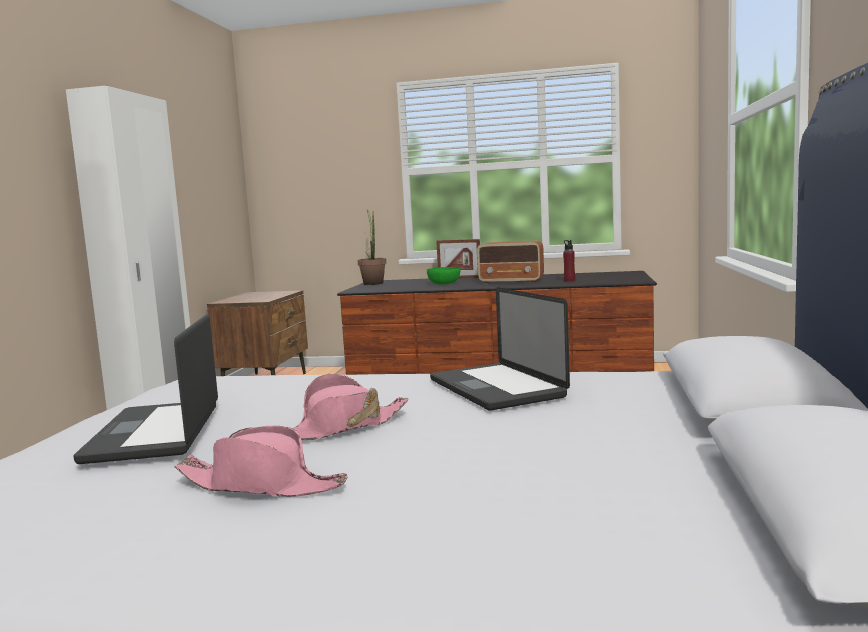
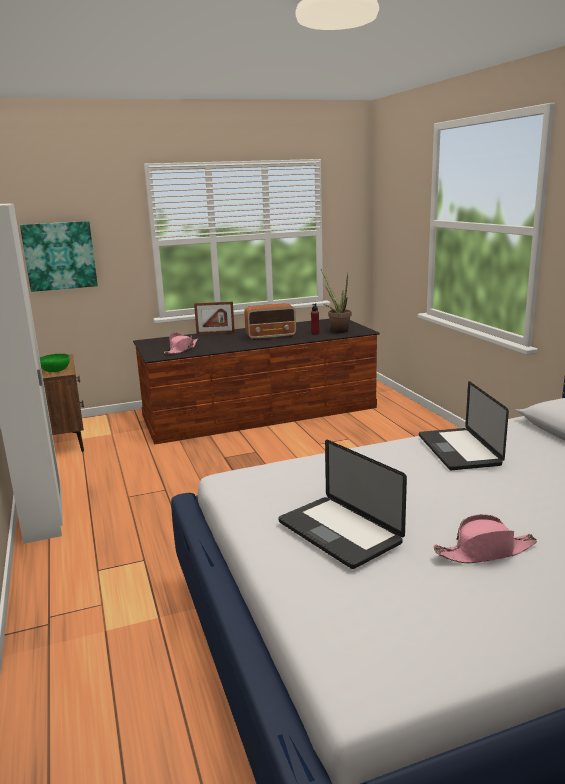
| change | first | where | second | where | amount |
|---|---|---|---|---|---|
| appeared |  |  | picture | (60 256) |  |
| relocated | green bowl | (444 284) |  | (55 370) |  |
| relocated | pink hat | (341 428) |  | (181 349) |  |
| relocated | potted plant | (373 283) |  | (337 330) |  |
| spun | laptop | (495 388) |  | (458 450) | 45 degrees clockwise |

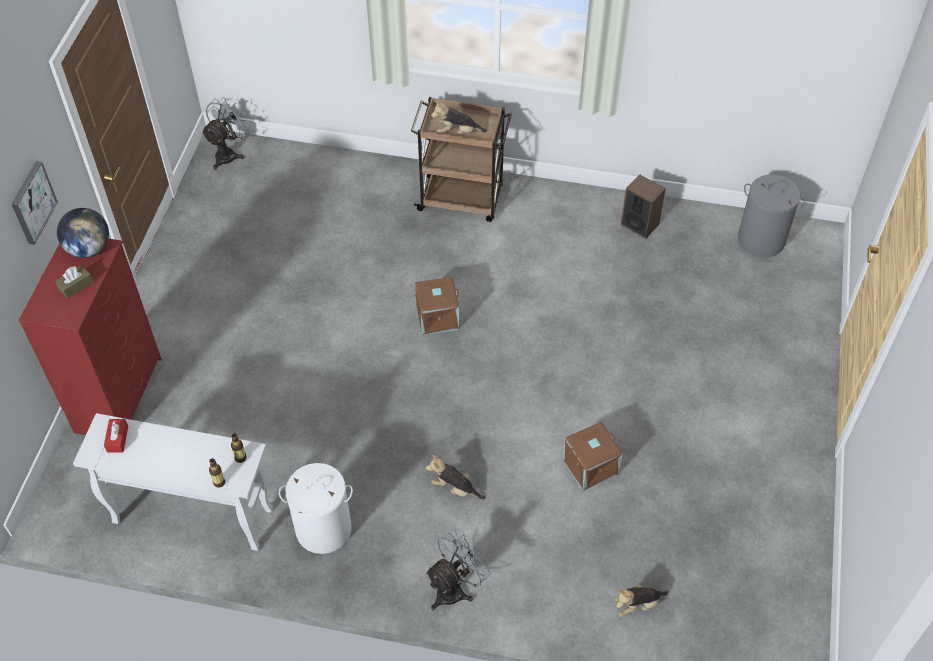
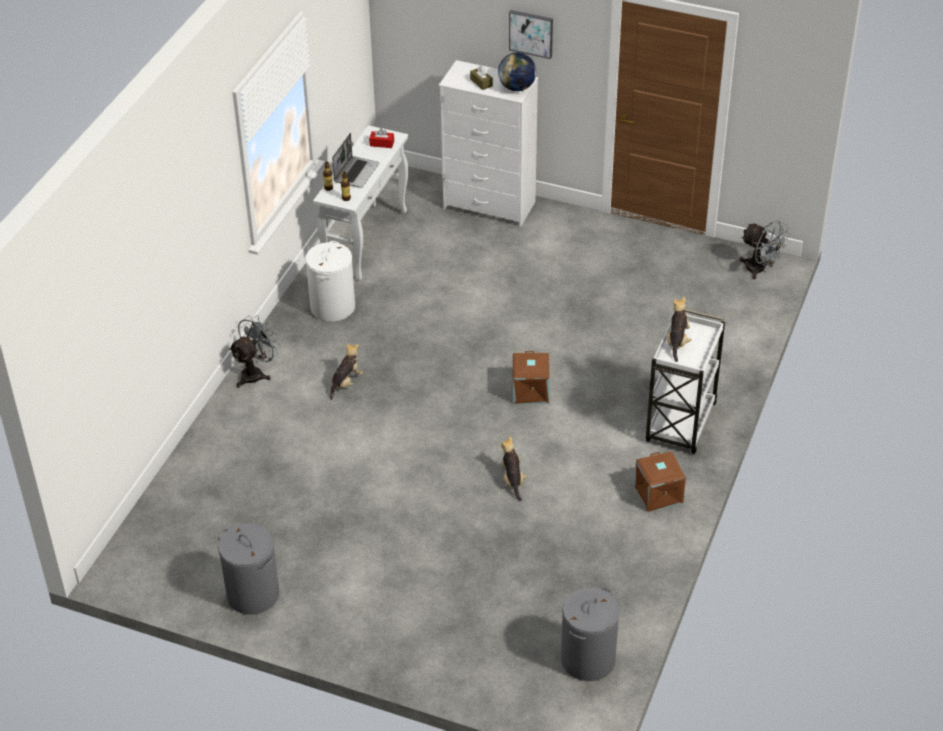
| change | first | where | second | where | amount |
|---|---|---|---|---|---|
| appeared |  |  | grey laundry basket | (252 594) |  |
| spun | grey fan | (455 588) |  | (256 373) | 105 degrees counterclockwise |
| appeared |  |  | laptop | (356 172) |  |
| colour | red dresser | (120 394) | white dresser | (489 206) |  |
| relocated | plush toy | (637 605) |  | (512 480) |  |
| relocated | brown storage box | (590 467) |  | (657 494) |  |
| colour | brown cart | (462 199) | white cart | (680 424) |  |
| missing | speaker | (639 224) |  |  |  |

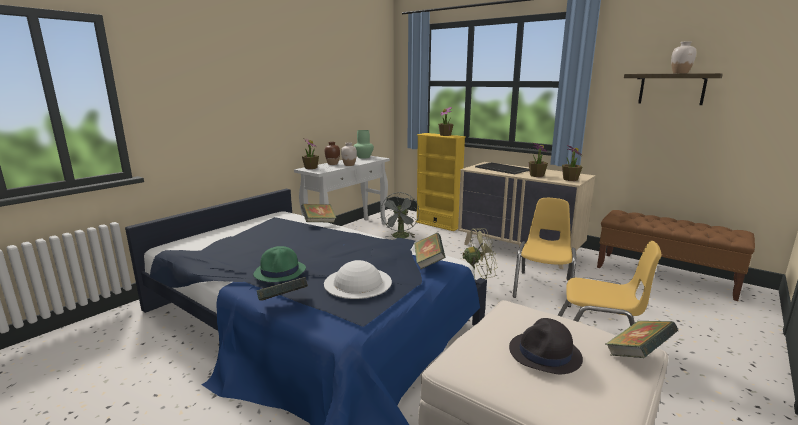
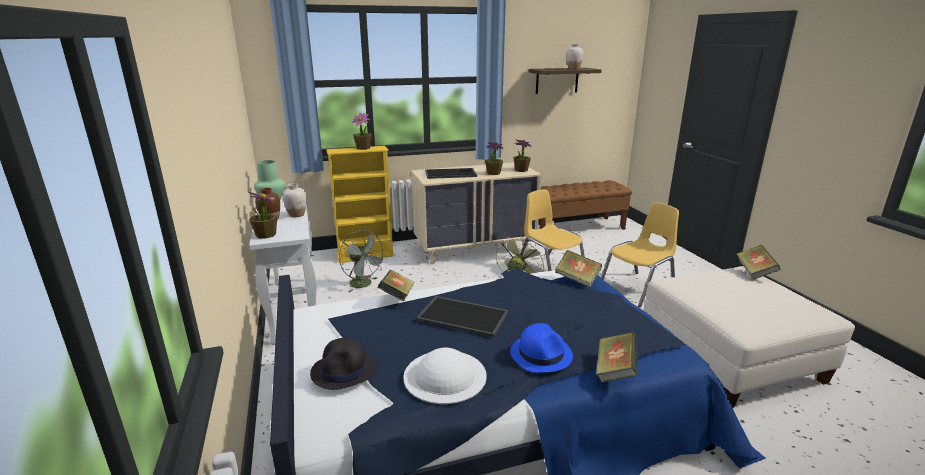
| change | first | where | second | where | amount |
|---|---|---|---|---|---|
| relocated | black hat | (545 354) |  | (344 370) |  |
| relocated | white hat | (358 282) |  | (445 375) |  |
| appeared |  |  | tray | (464 316) |  |
| colour | green hat | (280 272) | blue hat | (541 354) |  |

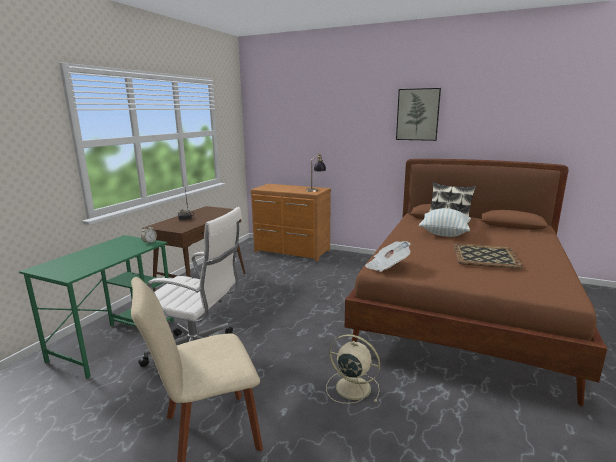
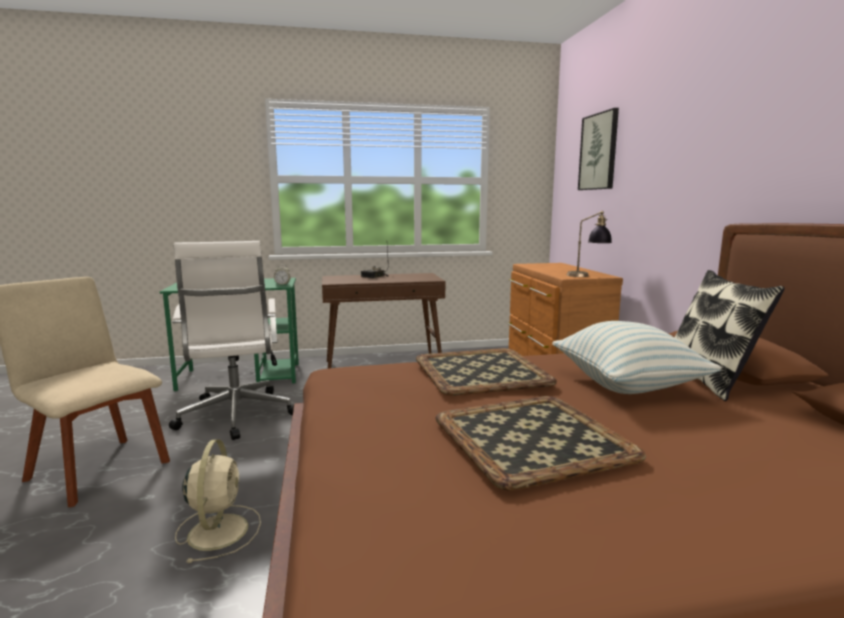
| change | first | where | second | where | amount |
|---|---|---|---|---|---|
| appeared |  |  | tray | (480 372) |  |
| relocated | picture | (417 114) |  | (599 151) |  |
| missing | newspaper | (387 267) |  |  |  |

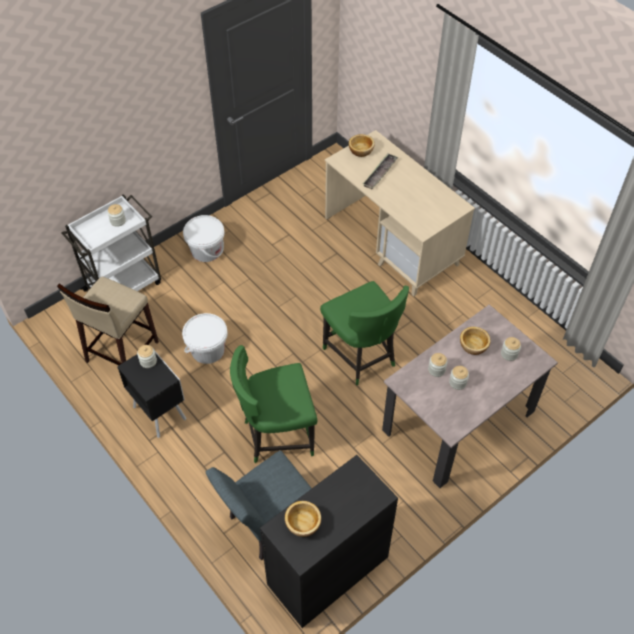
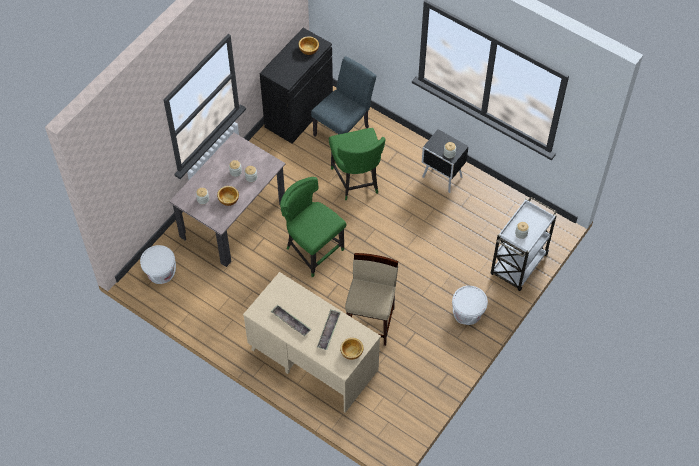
| change | first | where | second | where | amount |
|---|---|---|---|---|---|
| relocated | white bucket | (207 350) |  | (160 272) |  |
| appeared |  |  | tray | (291 322) |  |
| spun | green chair | (276 435) |  | (356 181) | 105 degrees clockwise |
| relocated | beige stool | (121 352) |  | (371 322) |  |

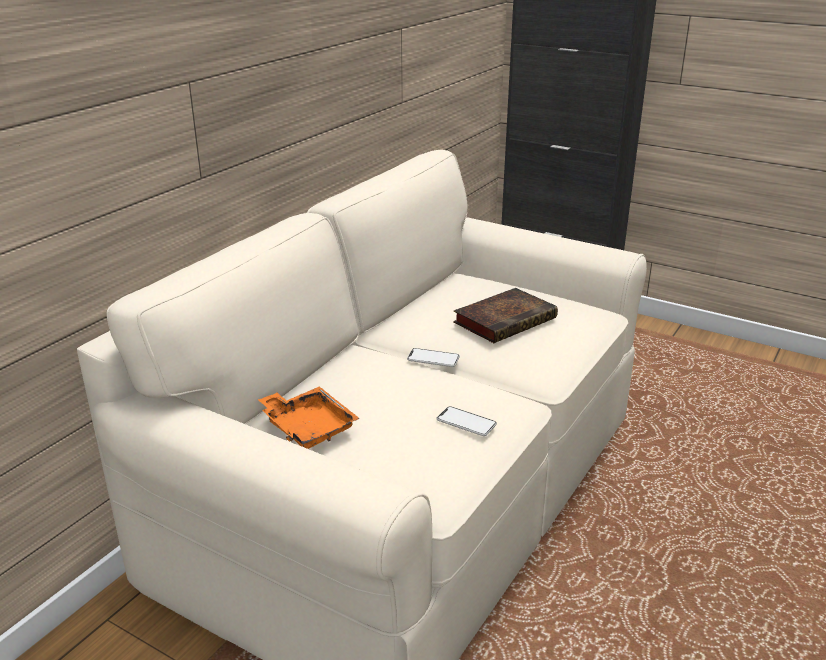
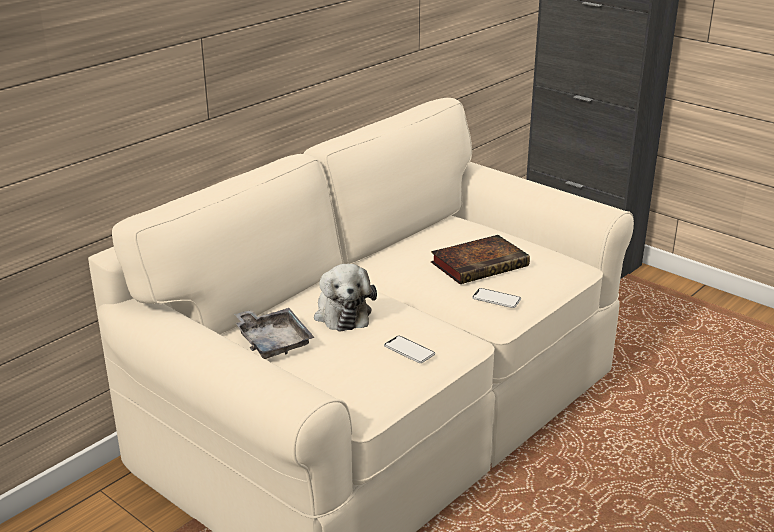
| change | first | where | second | where | amount |
|---|---|---|---|---|---|
| colour | orange tray | (308 427) | grey tray | (273 341) |  |
| appeared |  |  | plush toy | (342 313) |  |
| relocated | phone | (433 359) |  | (496 299) |  |

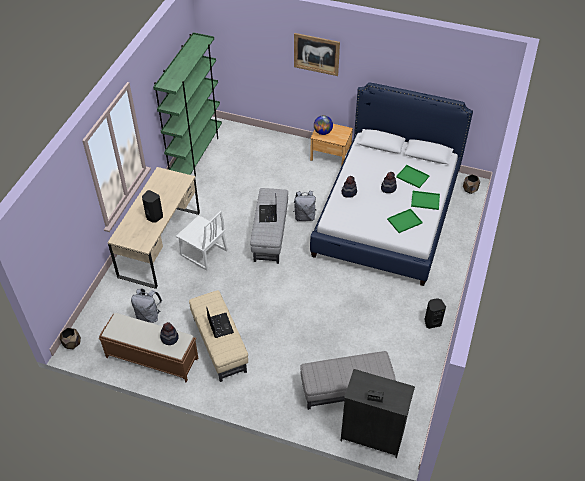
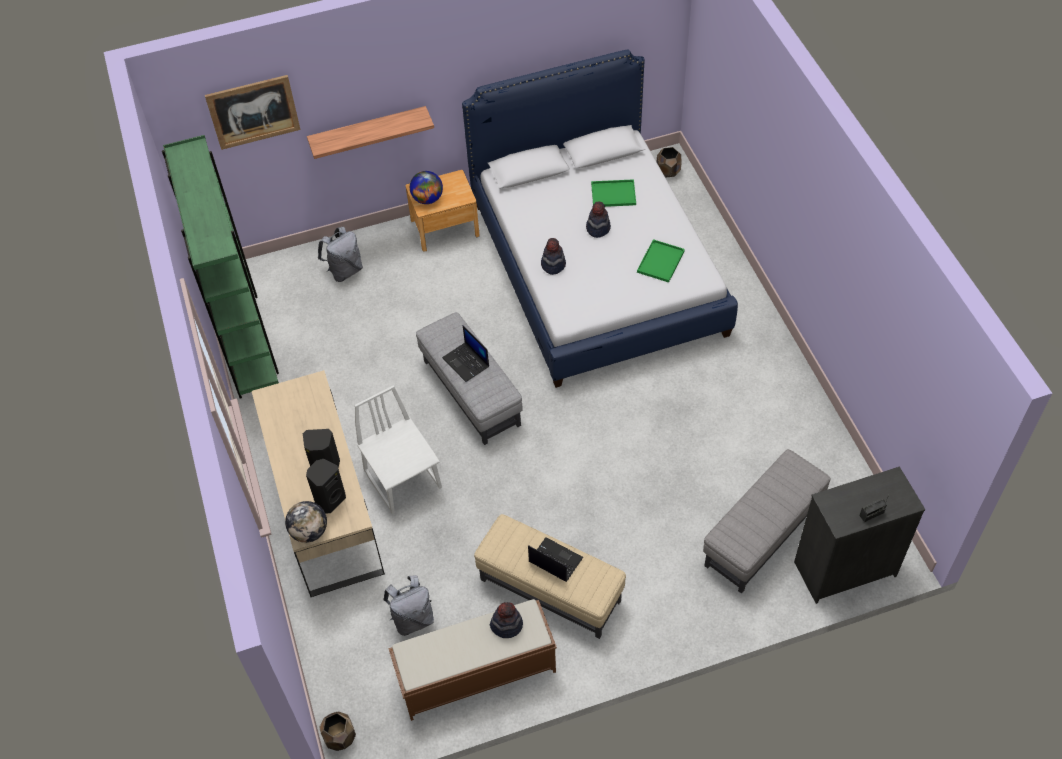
| change | first | where | second | where | amount |
|---|---|---|---|---|---|
| relocated | picture | (316 54) |  | (253 111) |  |
| appeared |  |  | globe | (309 532) |  |
| relocated | black speaker | (432 322) |  | (329 499) |  |
| appeared |  |  | shelf | (368 130) |  |
| relocated | grey backpack | (304 216) |  | (344 271) |  |
| spun | white chair | (203 253) |  | (403 479) | 120 degrees counterclockwise |
| missing | green tray | (424 201) |  |  |  |

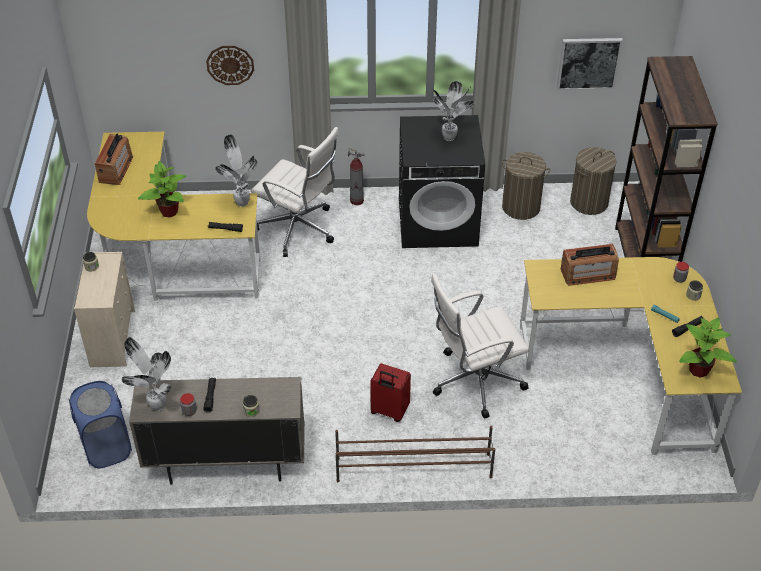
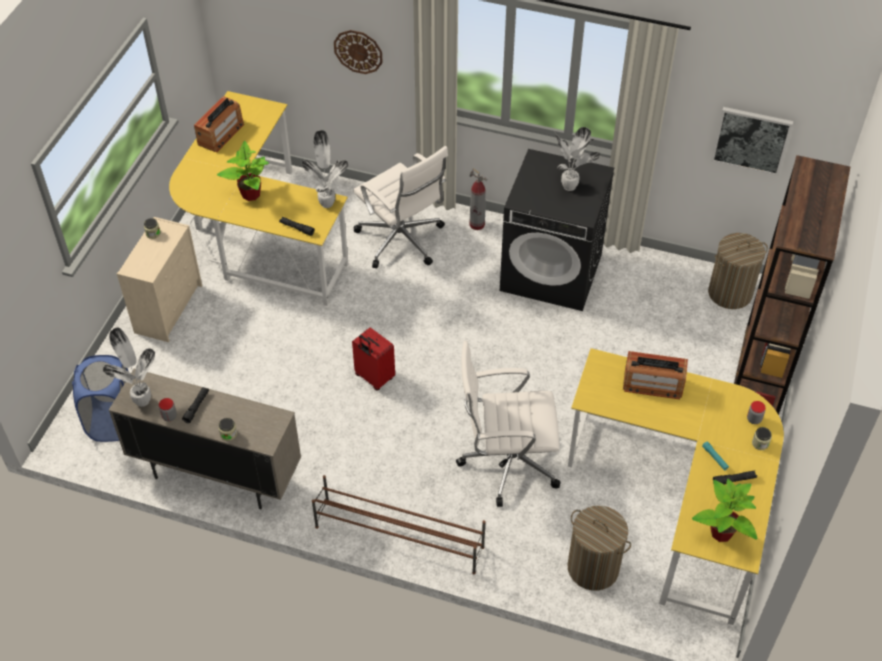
| change | first | where | second | where | amount |
|---|---|---|---|---|---|
| relocated | red suitcase | (389 411) |  | (373 378) |  |
| relocated | laundry basket | (521 207) |  | (593 567) |  |

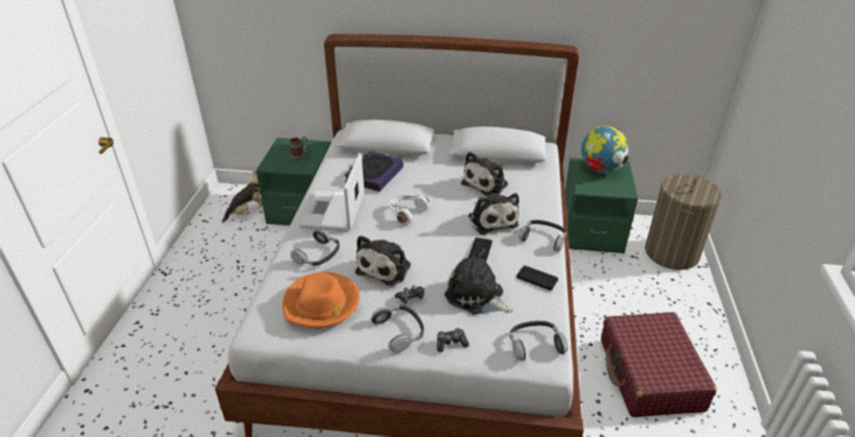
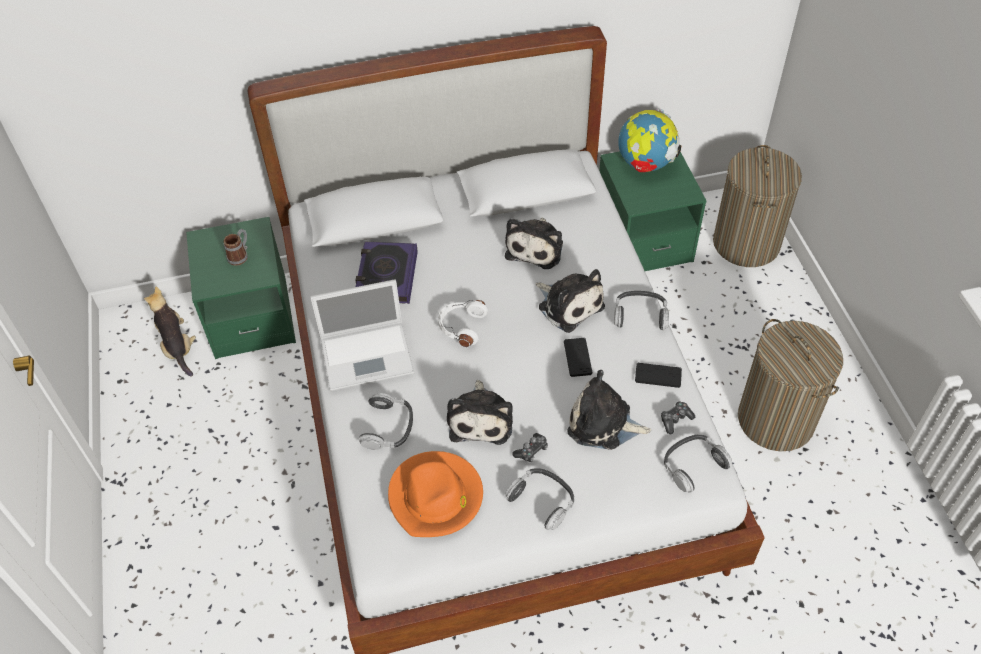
| change | first | where | second | where | amount |
|---|---|---|---|---|---|
| spun | plush toy | (249 212) |  | (177 347) | 60 degrees counterclockwise |
| spun | laptop | (333 212) |  | (368 355) | 90 degrees counterclockwise |
| relocated | game controller | (451 343) |  | (675 419) |  |
| exchanged | red suitcase | (650 374) | laundry basket | (776 420) |  |

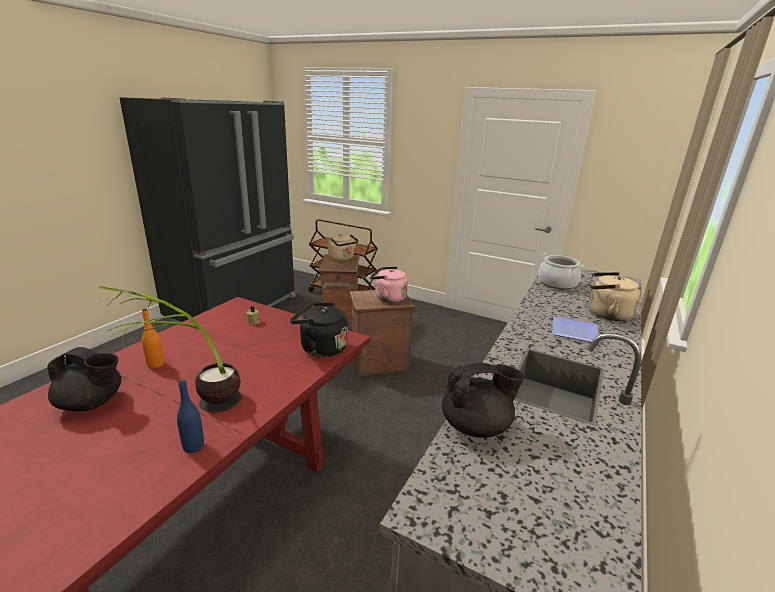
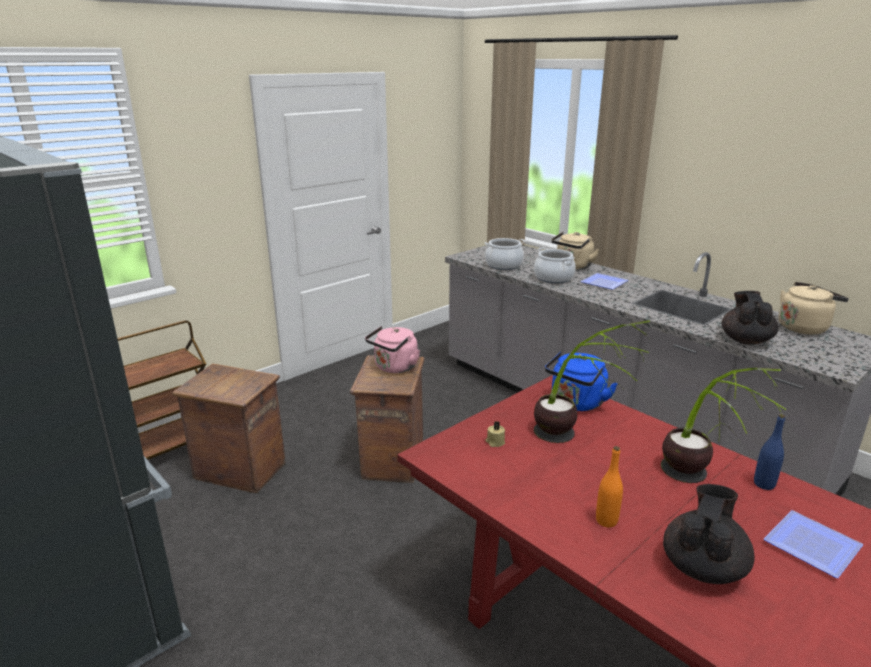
| change | first | where | second | where | amount |
|---|---|---|---|---|---|
| appeared |  |  | cooking pot | (553 278) |  |
| appeared |  |  | potted plant | (576 441) |  |
| colour | black kettle | (320 348) | blue kettle | (576 403) |  |
| appeared |  |  | plate | (813 548) |  |
| relocated | beige kettle | (342 259) |  | (804 327) |  |

